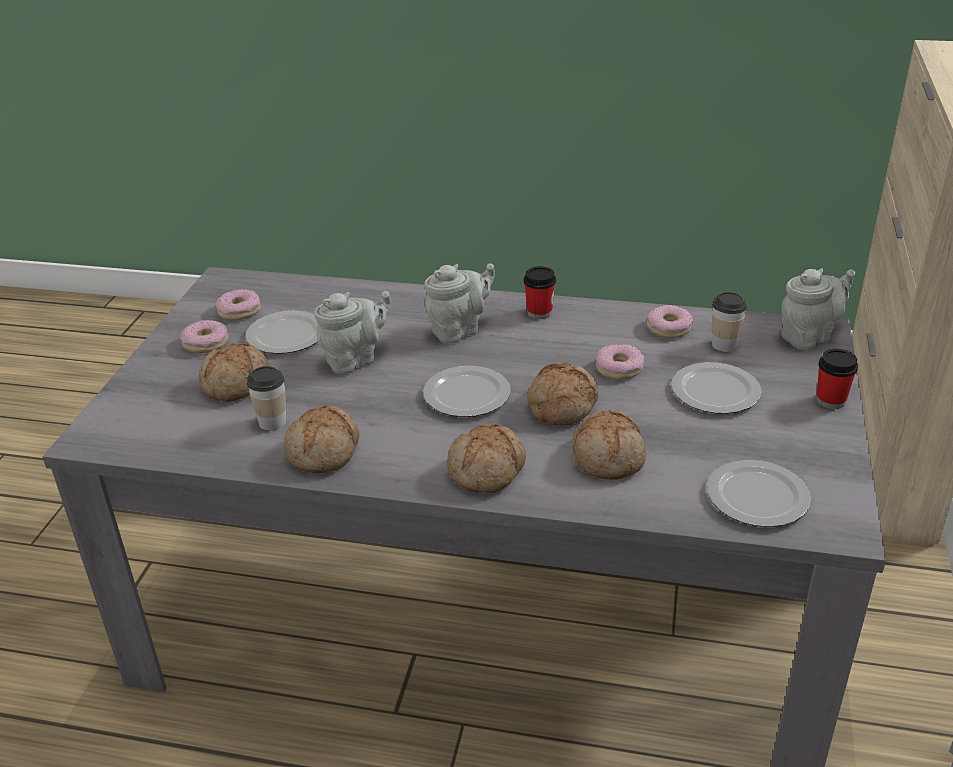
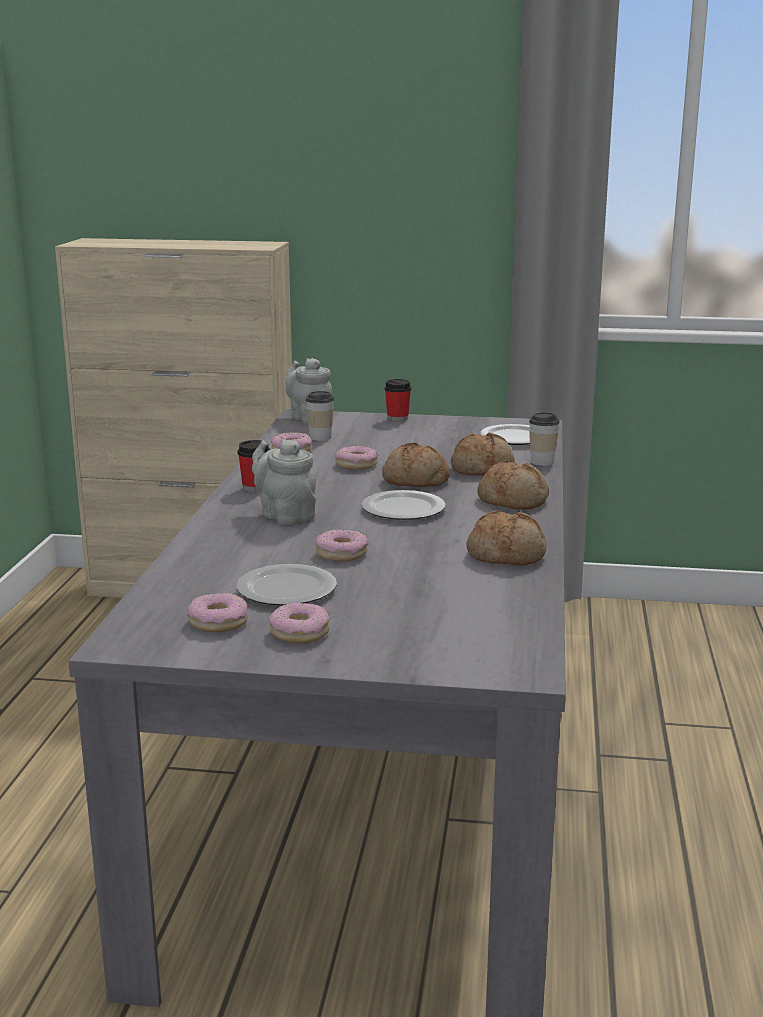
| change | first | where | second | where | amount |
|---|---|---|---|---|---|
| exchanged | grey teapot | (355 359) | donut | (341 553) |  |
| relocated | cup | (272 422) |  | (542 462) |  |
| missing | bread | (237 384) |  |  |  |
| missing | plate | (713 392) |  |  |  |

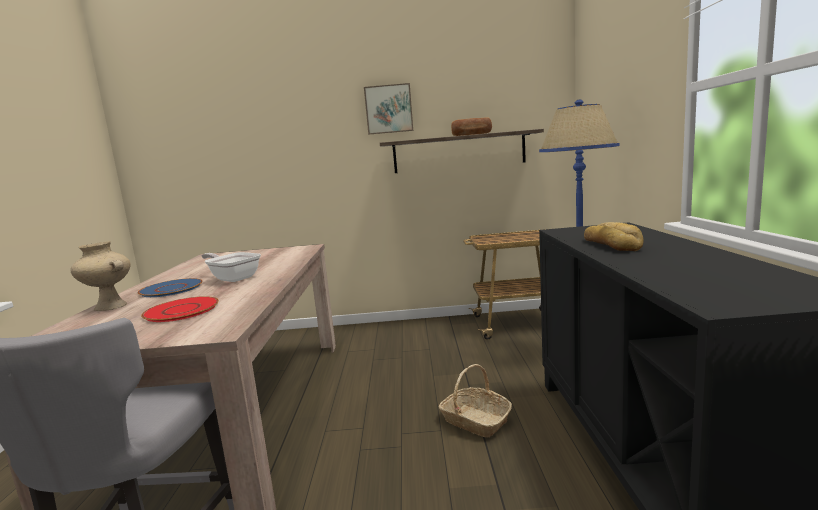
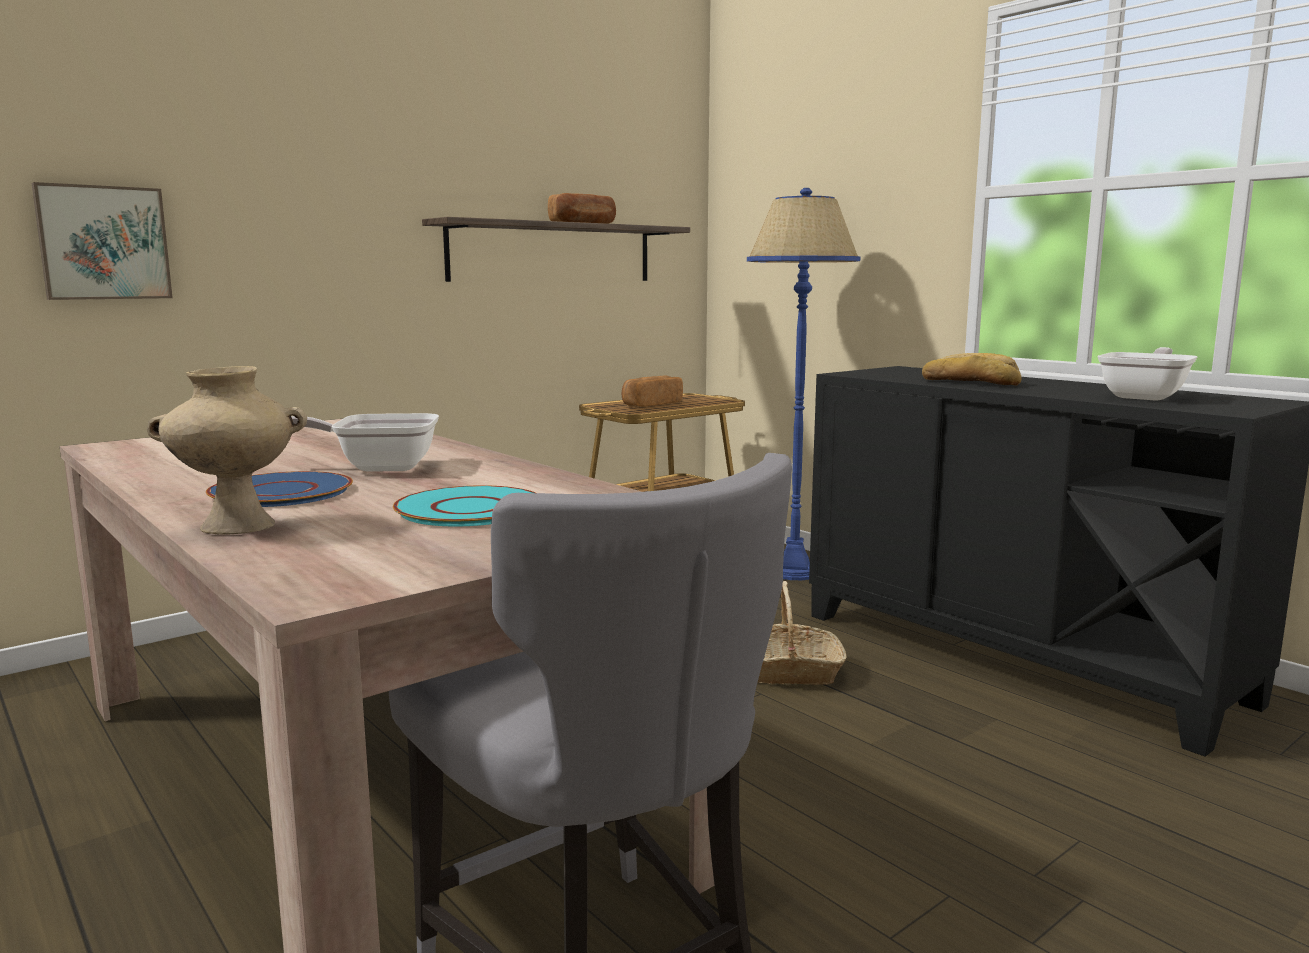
| change | first | where | second | where | amount |
|---|---|---|---|---|---|
| relocated | picture | (388 109) |  | (103 243) |  |
| colour | red plate | (182 310) | turquoise plate | (468 509) |  |
| appeared |  |  | bread | (651 404) |  |
| appeared |  |  | frying pan | (1146 396) |  |

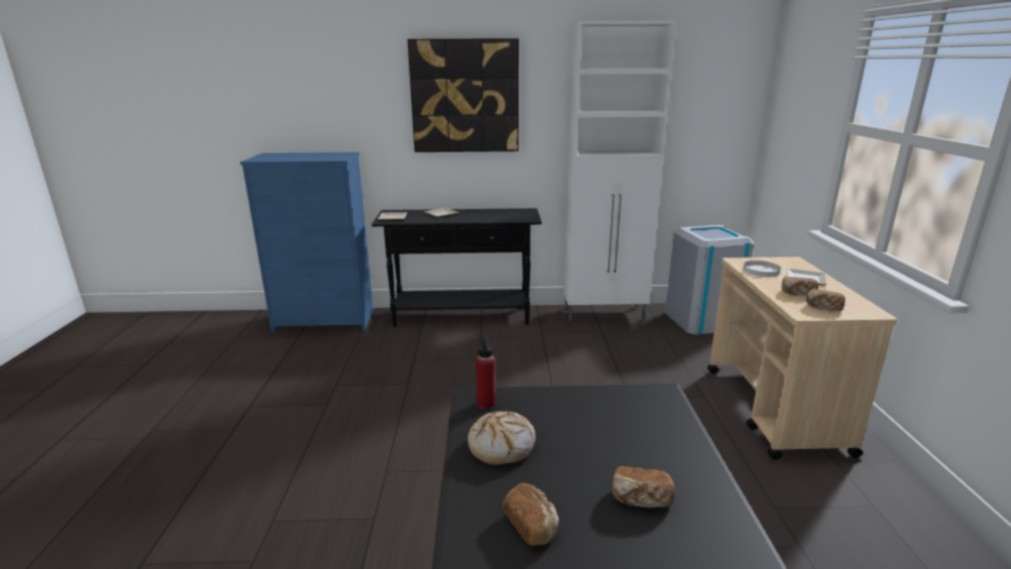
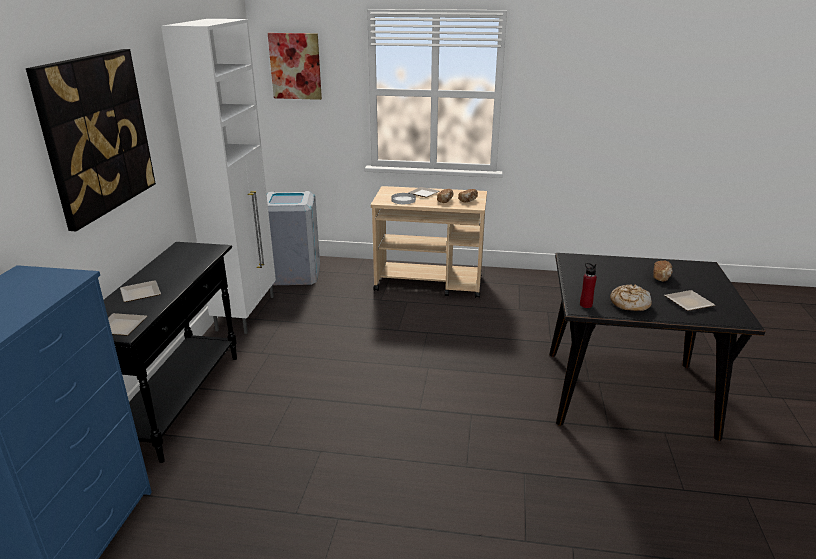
| change | first | where | second | where | amount |
|---|---|---|---|---|---|
| appeared |  |  | picture | (295 66) |  |
| exchanged | bread | (532 525) | plate | (688 302) |  |

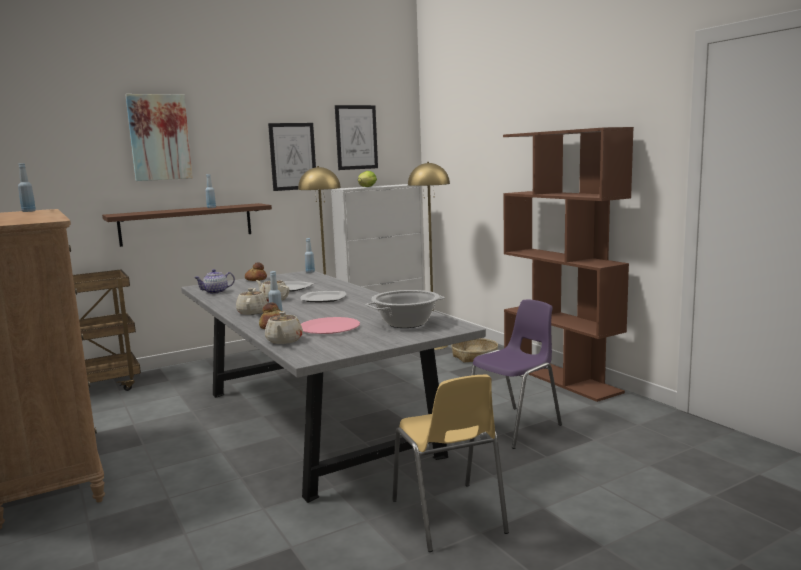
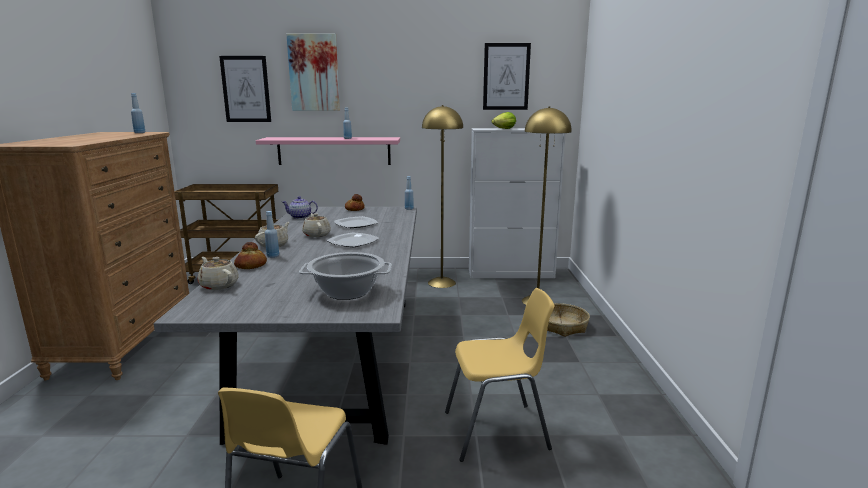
| change | first | where | second | where | amount |
|---|---|---|---|---|---|
| spun | beige teapot | (284 341) |  | (218 285) | 105 degrees clockwise |
| relocated | picture | (293 156) |  | (246 89) |  |
| colour | brown shelf | (187 224) | pink shelf | (334 151) |  |
| colour | purple chair | (514 427) | yellow chair | (497 431) |  |
| missing | pink plate | (329 328) |  |  |  |
| missing | brown bookcase | (561 378) |  |  |  |

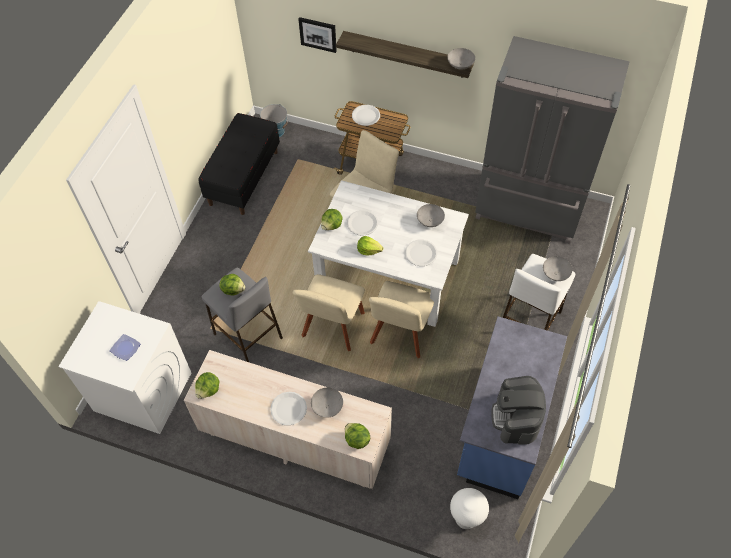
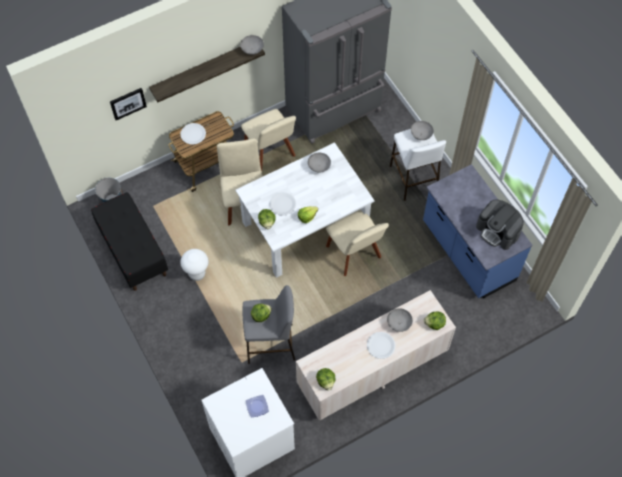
| change | first | where | second | where | amount |
|---|---|---|---|---|---|
| relocated | white stool | (466 518) |  | (197 274) |  |
| relocated | beige chair | (332 328) |  | (270 153) |  |
| missing | white plate | (421 253) |  |  |  |

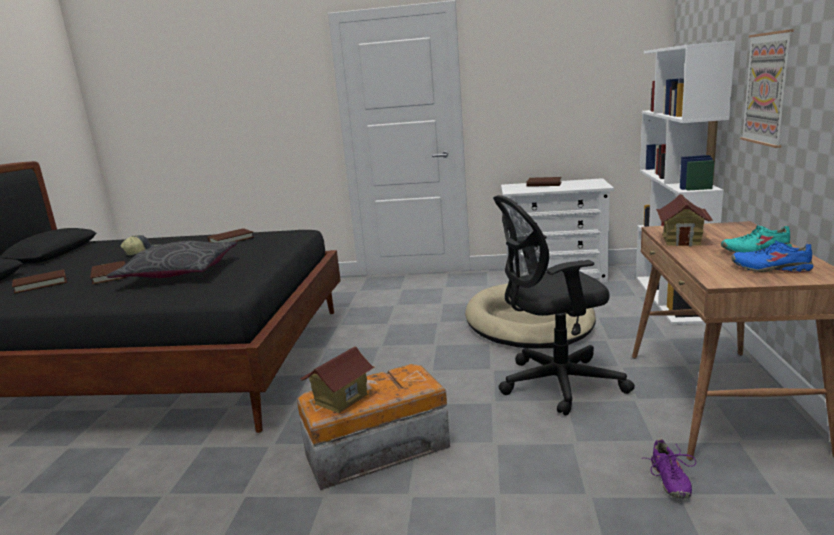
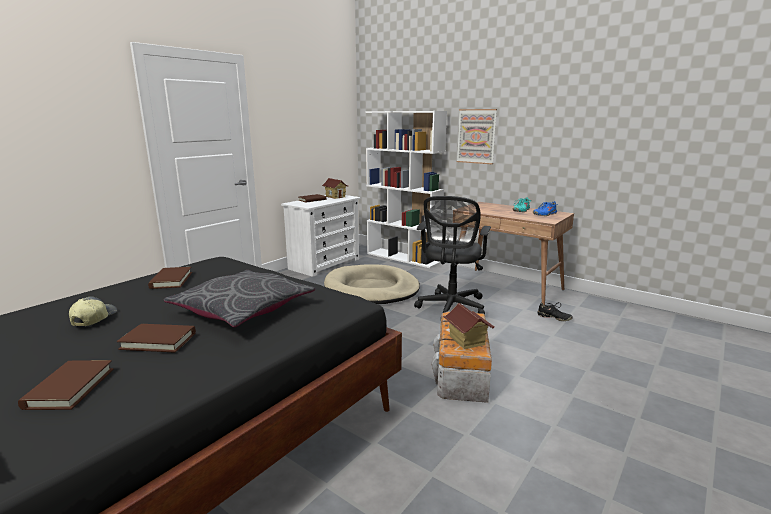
| change | first | where | second | where | amount |
|---|---|---|---|---|---|
| relocated | toy house | (682 240) |  | (335 197) |  |
| colour | purple shoe | (669 480) | black shoe | (554 318) |  |

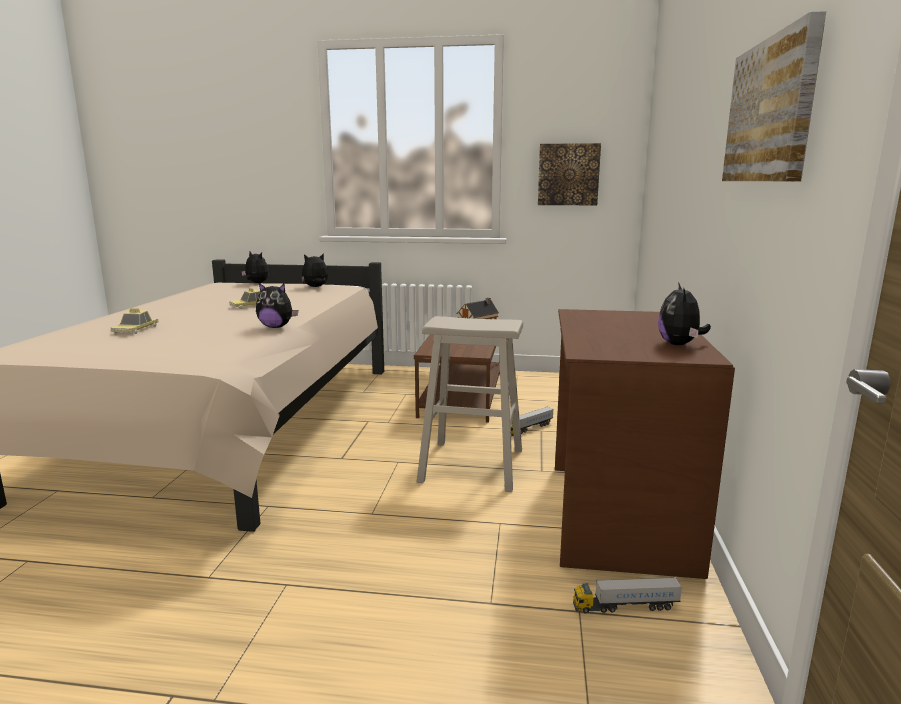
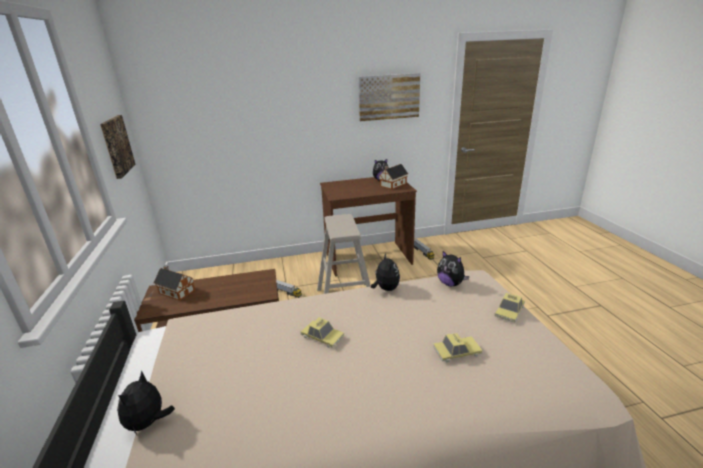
| change | first | where | second | where | amount |
|---|---|---|---|---|---|
| appeared |  |  | toy house | (392 185) |  |
| relocated | plush toy | (316 287) |  | (450 283) |  |
| appeared |  |  | toy car | (509 311) |  |

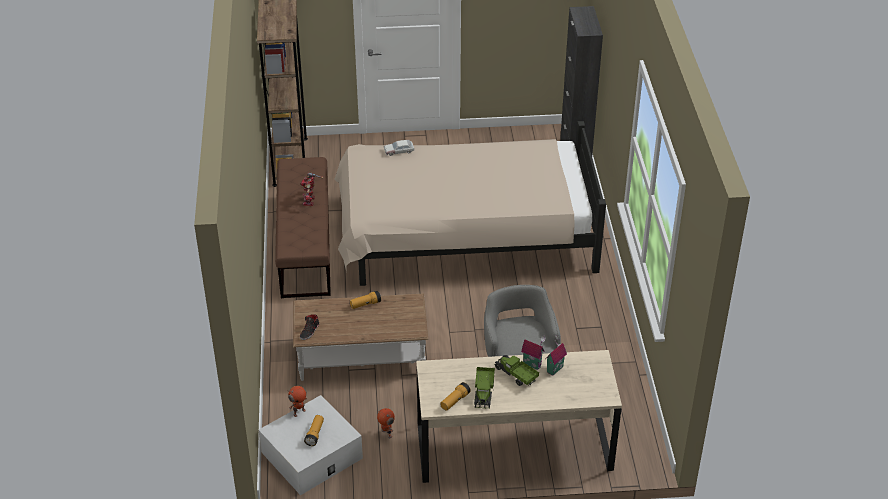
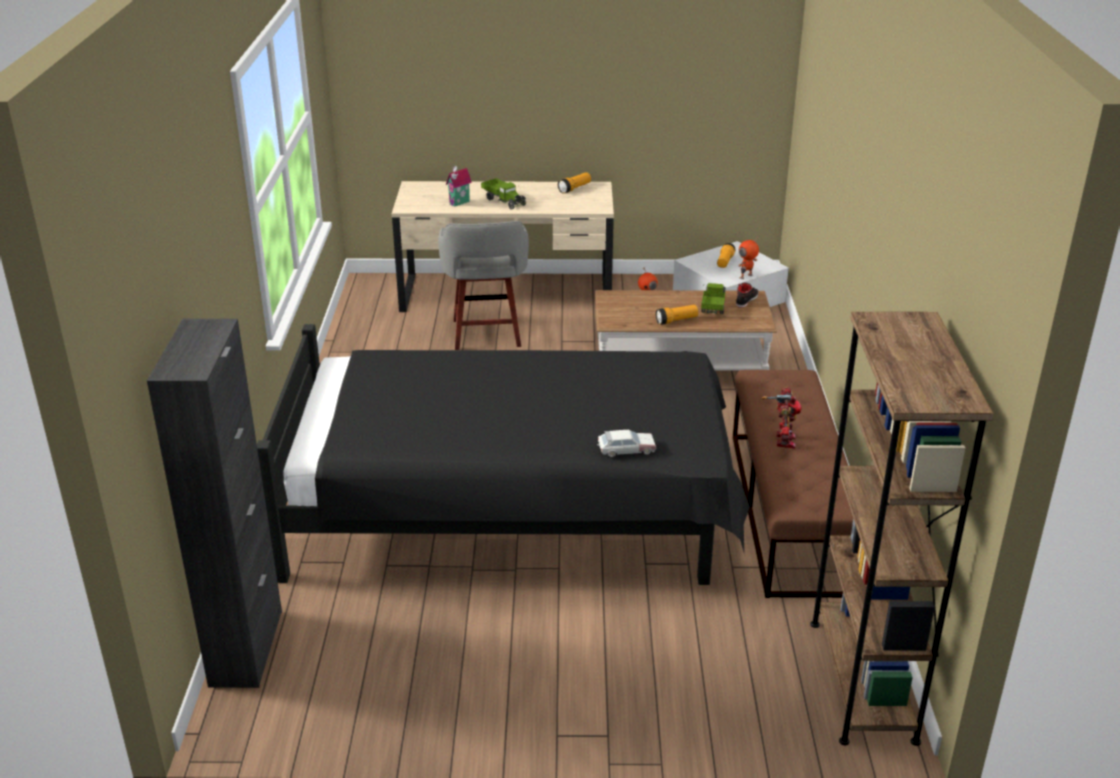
| change | first | where | second | where | amount |
|---|---|---|---|---|---|
| colour | beige bed | (463 235) | black bed | (515 510) |  |
| relocated | toy truck | (484 392) |  | (713 306) |  |
| missing | toy house | (532 363) |  |  |  |

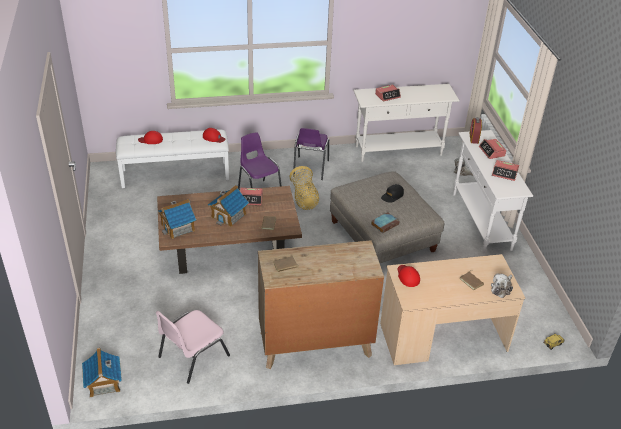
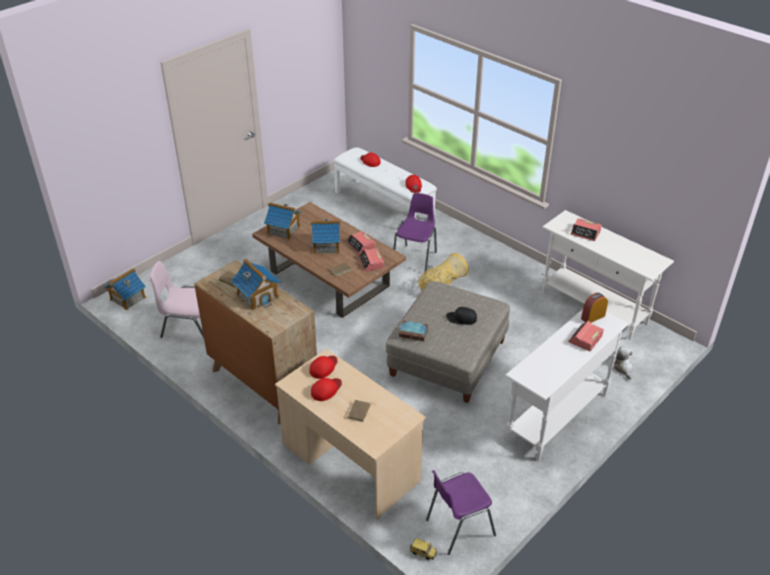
| change | first | where | second | where | amount |
|---|---|---|---|---|---|
| appeared |  |  | toy house | (257 296) |  |
| appeared |  |  | red cap | (326 390) |  |
| relocated | alarm clock | (504 173) |  | (371 263) |  |
| relocated | purple chair | (310 169) |  | (458 527) |  |
| missing | plush toy | (501 288) |  |  |  |

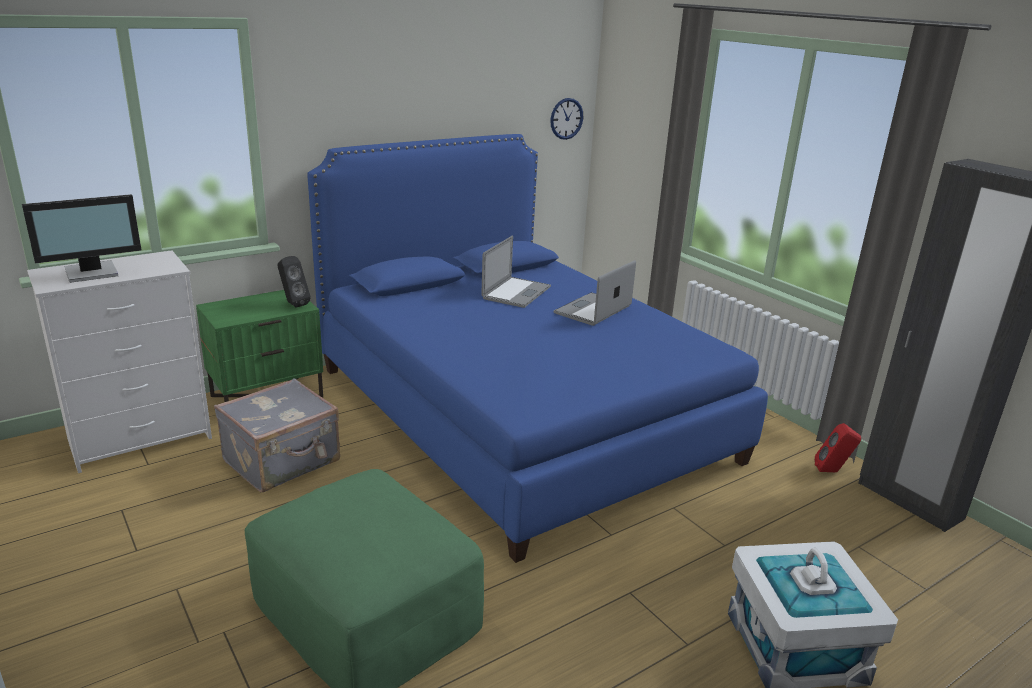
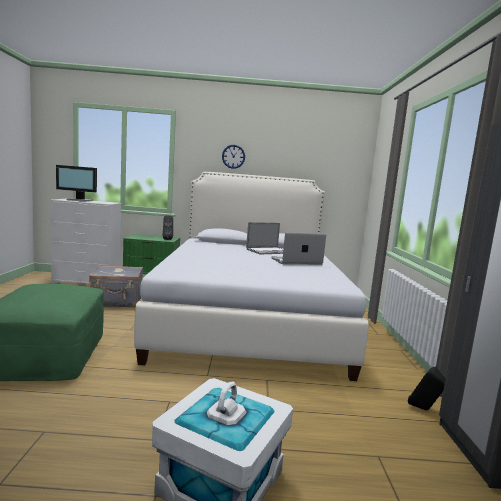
| change | first | where | second | where | amount |
|---|---|---|---|---|---|
| colour | blue bed | (518 412) | white bed | (248 318) |  |
| relocated | wall clock | (566 118) |  | (233 156) |  |
| colour | red speaker | (832 471) | black speaker | (424 409) |  |

